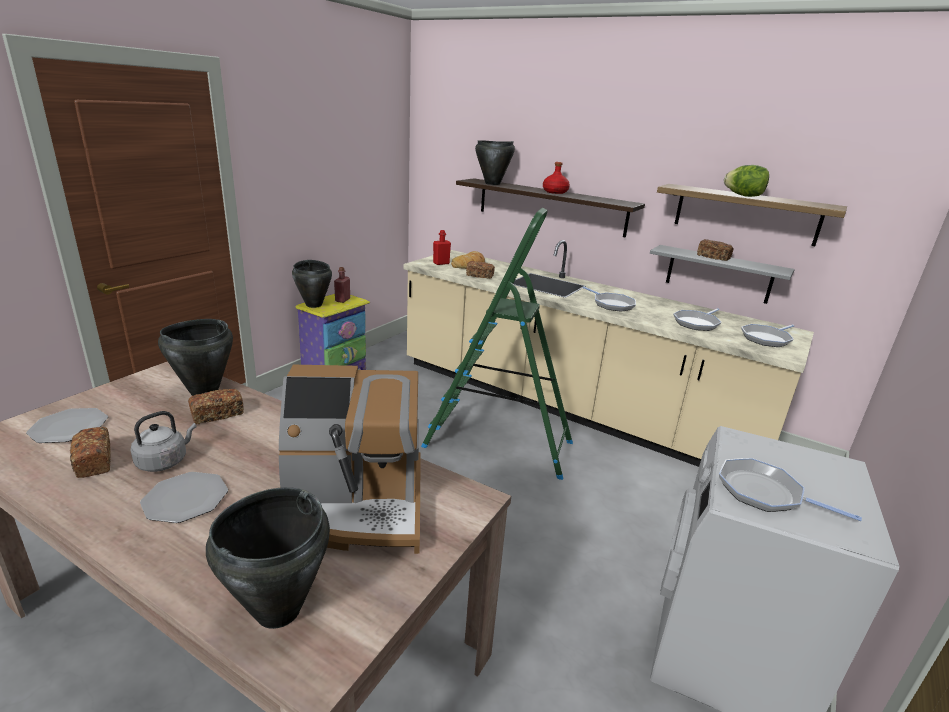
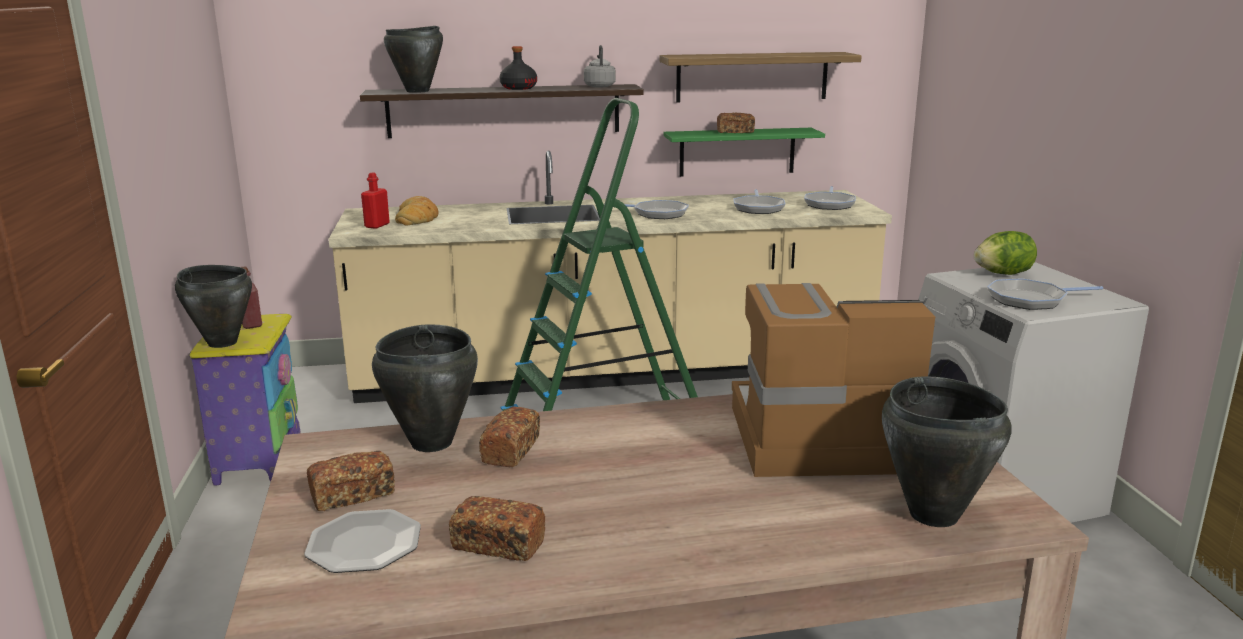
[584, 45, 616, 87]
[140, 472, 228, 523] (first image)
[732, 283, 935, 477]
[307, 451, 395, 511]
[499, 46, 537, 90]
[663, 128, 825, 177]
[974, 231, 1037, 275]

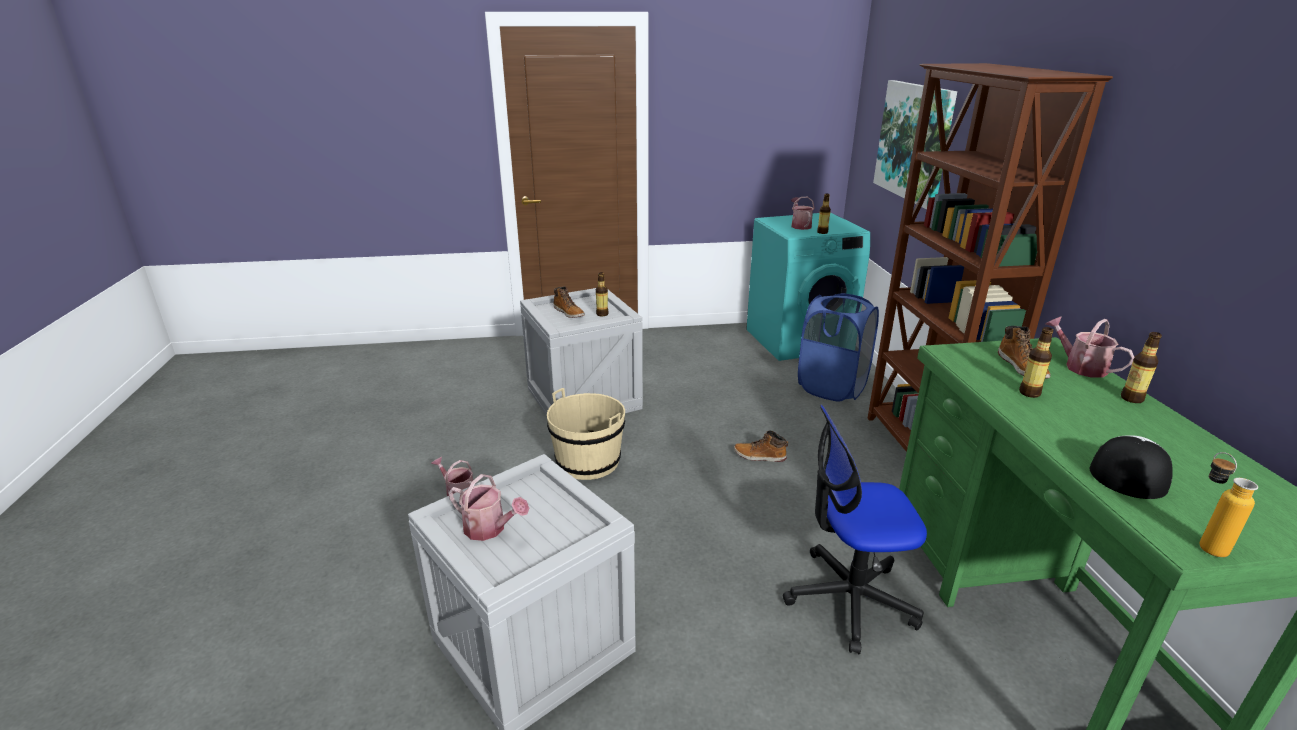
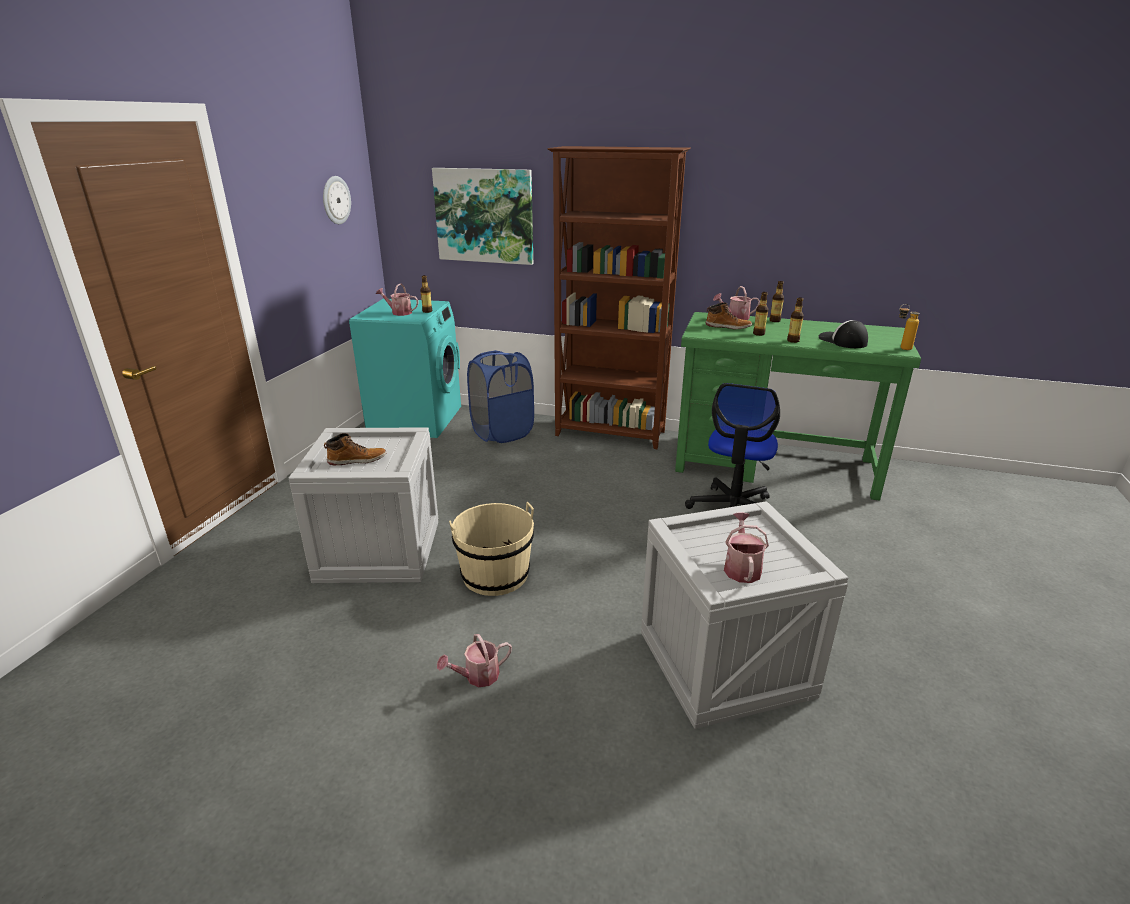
[724, 513, 769, 583]
[787, 297, 804, 343]
[734, 431, 788, 462] (first image)
[323, 176, 351, 224]

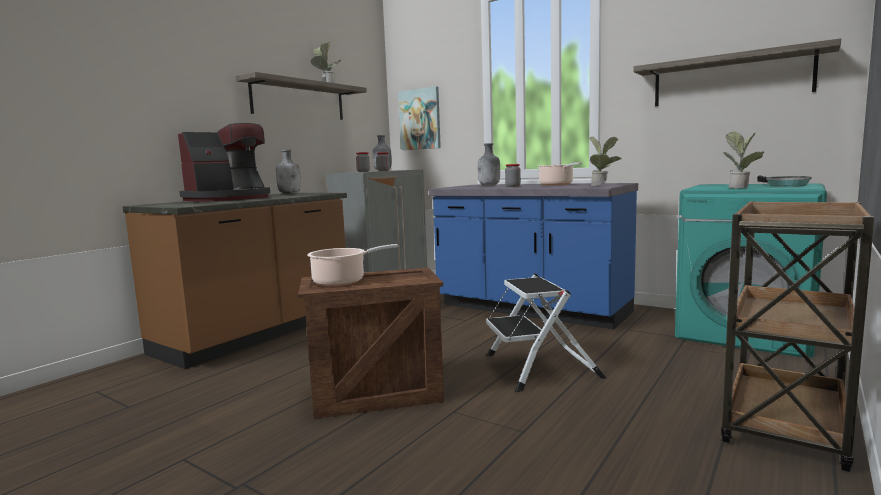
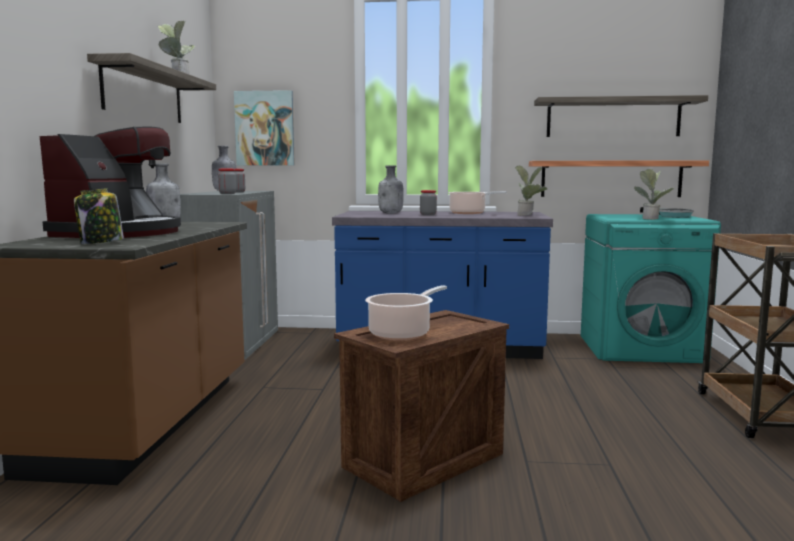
[486, 273, 606, 392] (first image)
[74, 188, 124, 244]
[529, 160, 709, 197]

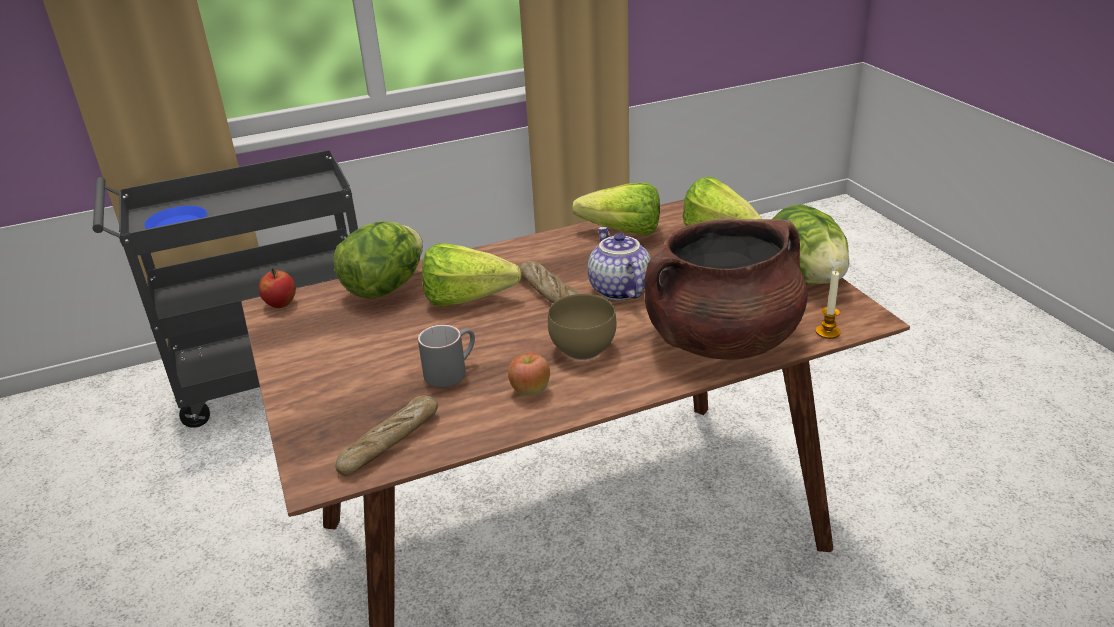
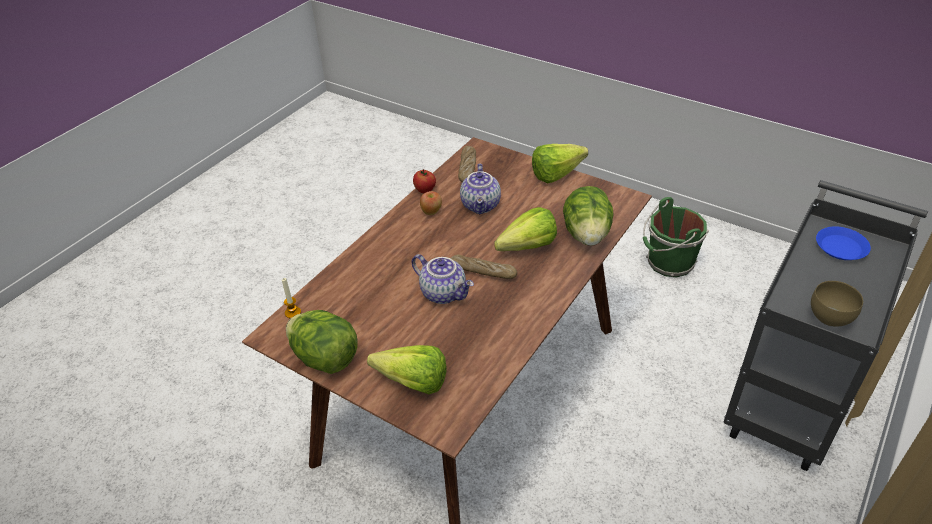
[413, 169, 436, 193]
[460, 164, 501, 214]
[811, 281, 863, 327]
[532, 144, 588, 183]
[644, 218, 808, 360] (first image)
[643, 197, 709, 277]

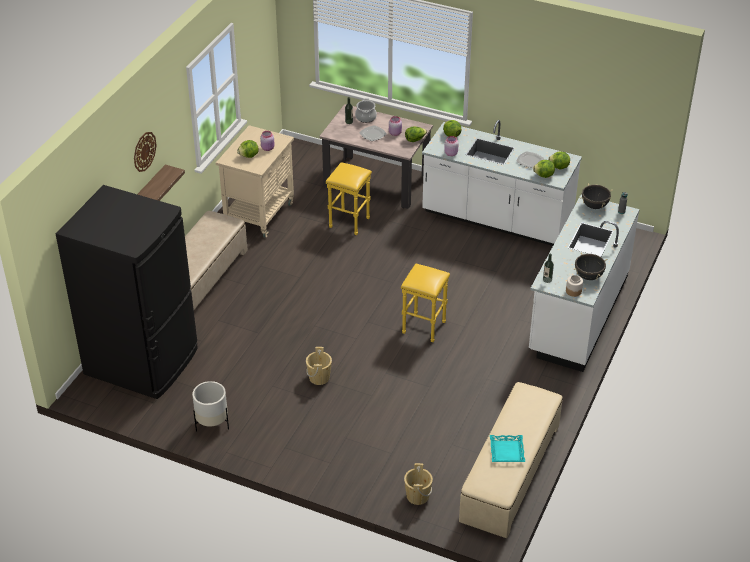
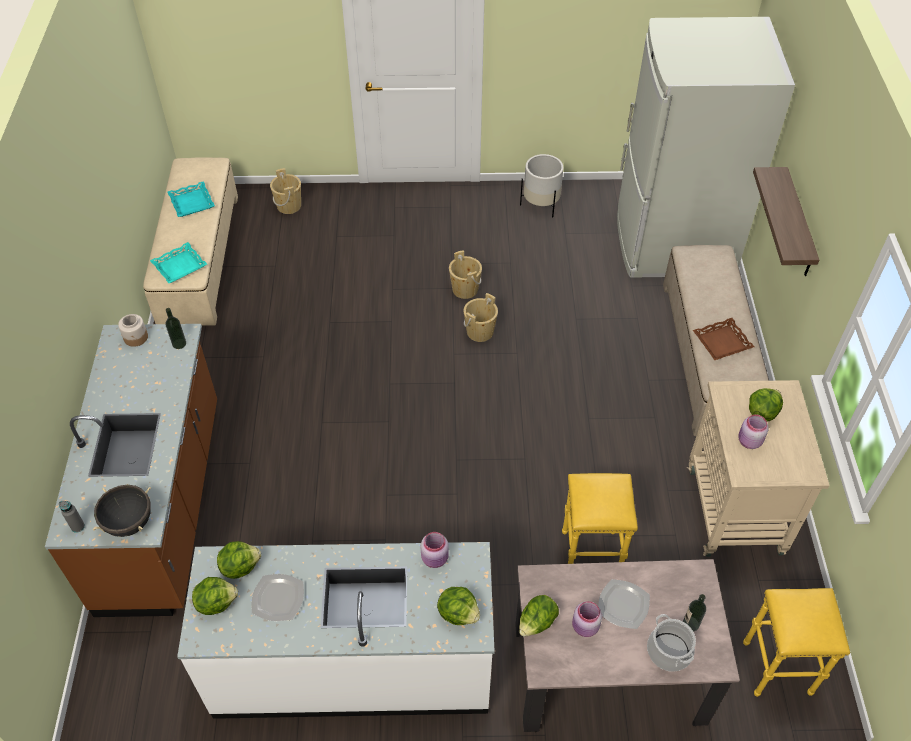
[617, 17, 795, 278]
[134, 132, 157, 172] (first image)
[743, 588, 850, 697]
[45, 324, 217, 617]
[574, 253, 607, 280] (first image)
[150, 242, 207, 283]
[464, 293, 498, 342]
[693, 318, 754, 360]

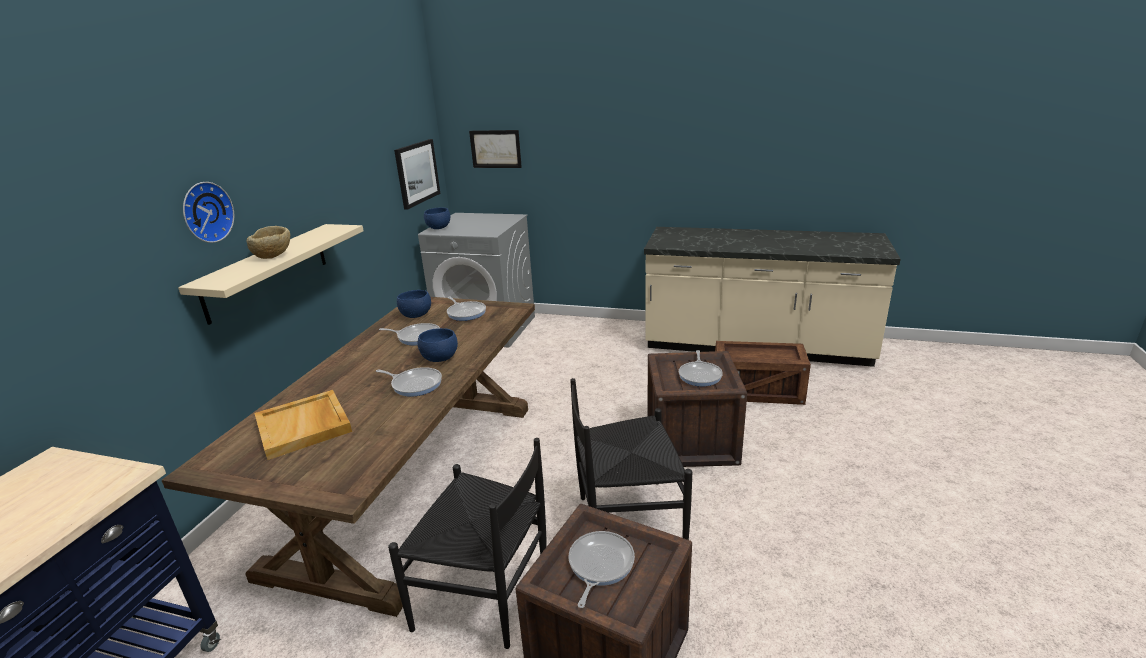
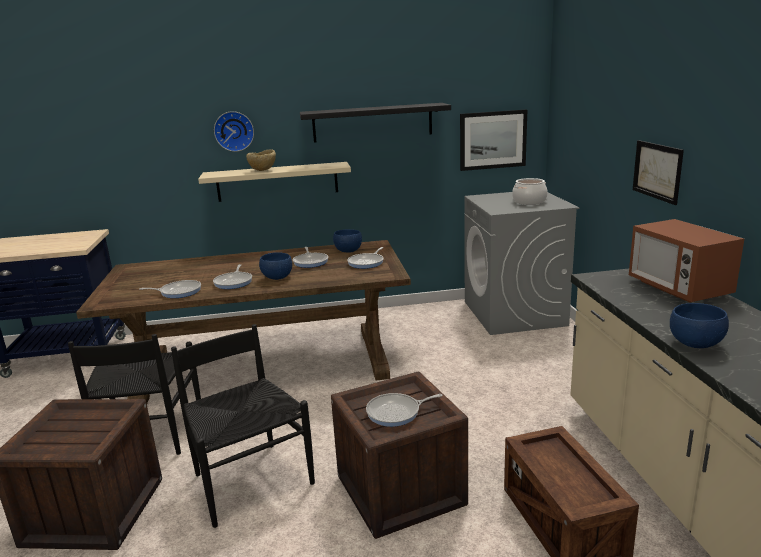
[255, 390, 352, 460] (first image)
[670, 303, 729, 348]
[633, 140, 684, 205]
[139, 280, 201, 298]
[300, 103, 451, 143]
[512, 178, 548, 205]
[629, 219, 744, 302]

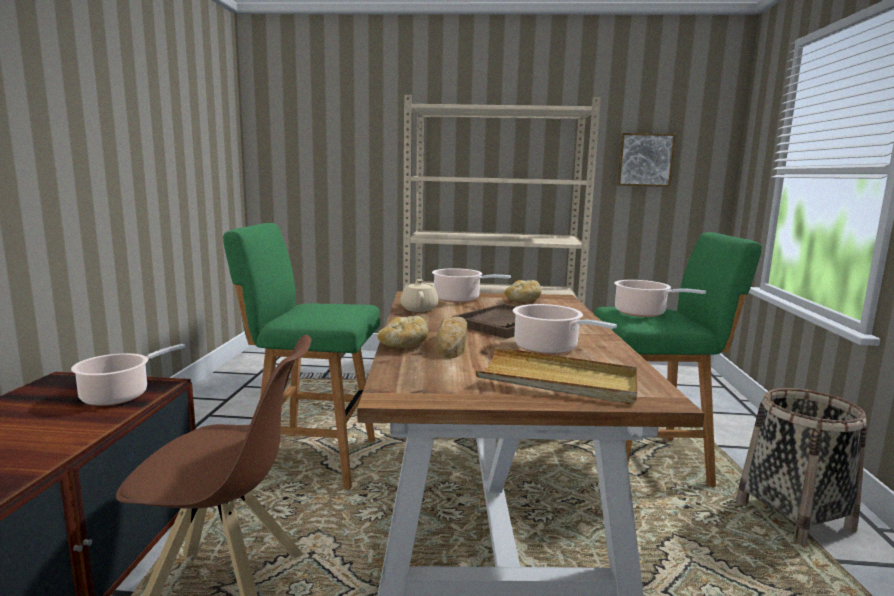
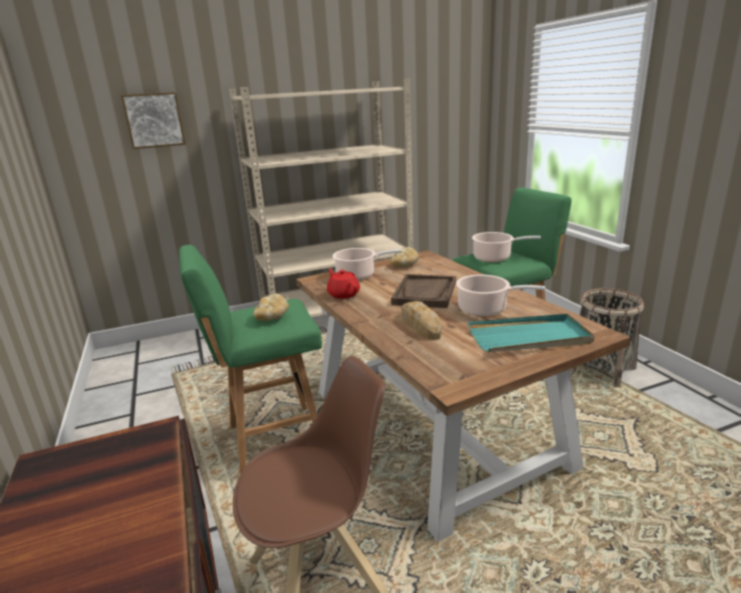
[71, 344, 185, 406] (first image)
[253, 294, 289, 321]
[327, 269, 360, 299]
[468, 314, 595, 352]
[121, 92, 186, 149]

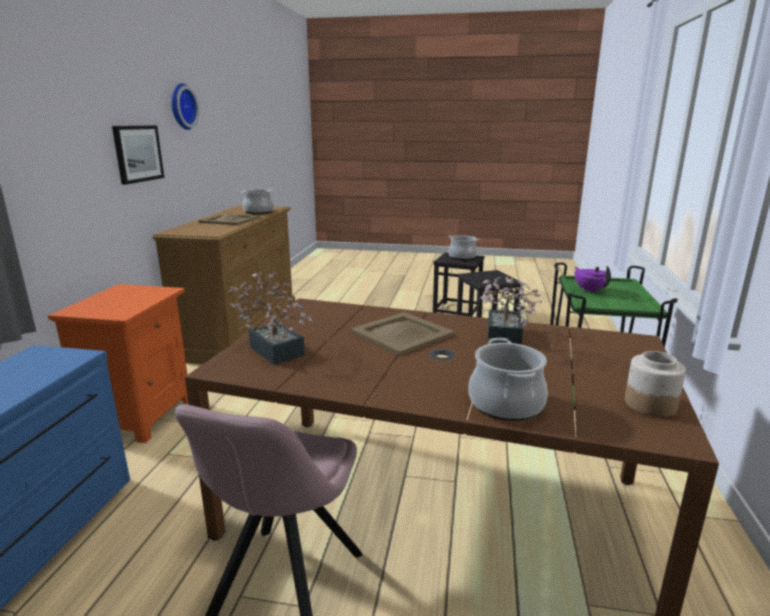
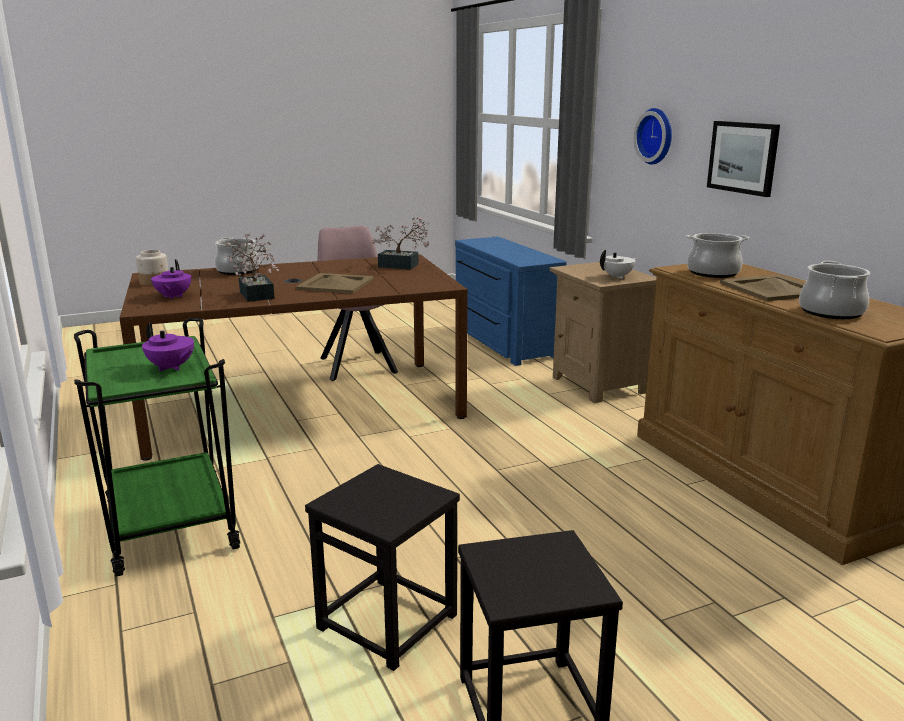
[549, 262, 657, 403]
[634, 108, 672, 165]
[686, 233, 749, 278]
[151, 259, 191, 299]
[600, 250, 638, 279]

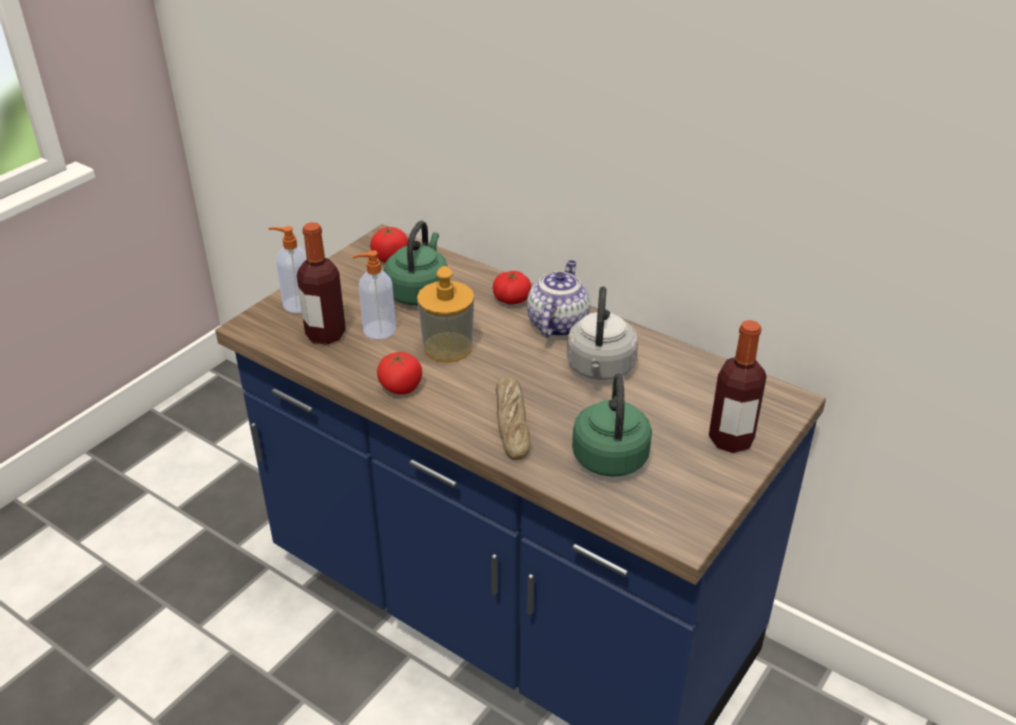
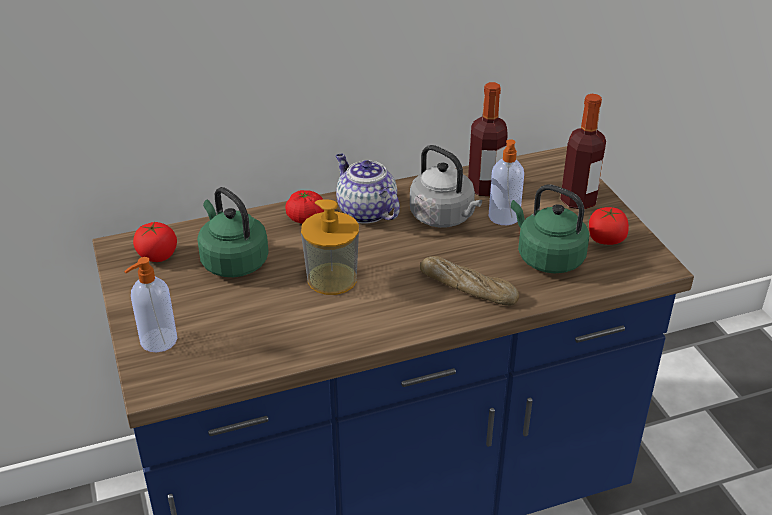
[468, 82, 508, 196]
[489, 139, 524, 225]
[589, 207, 629, 245]

